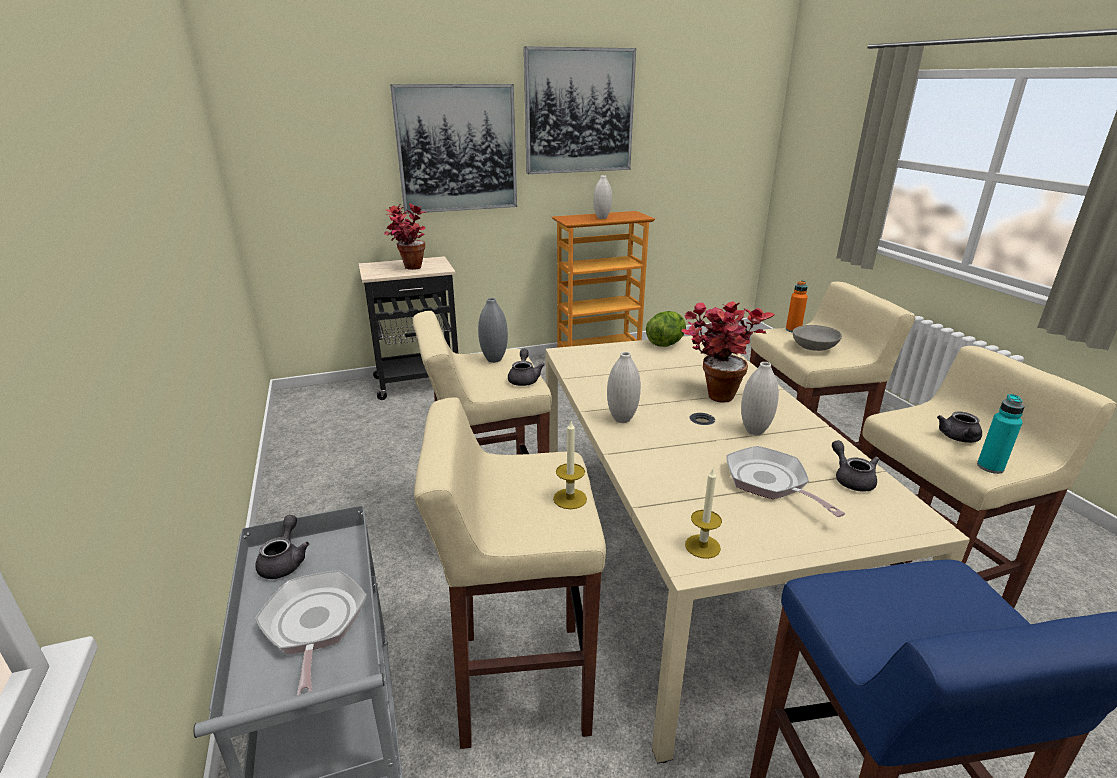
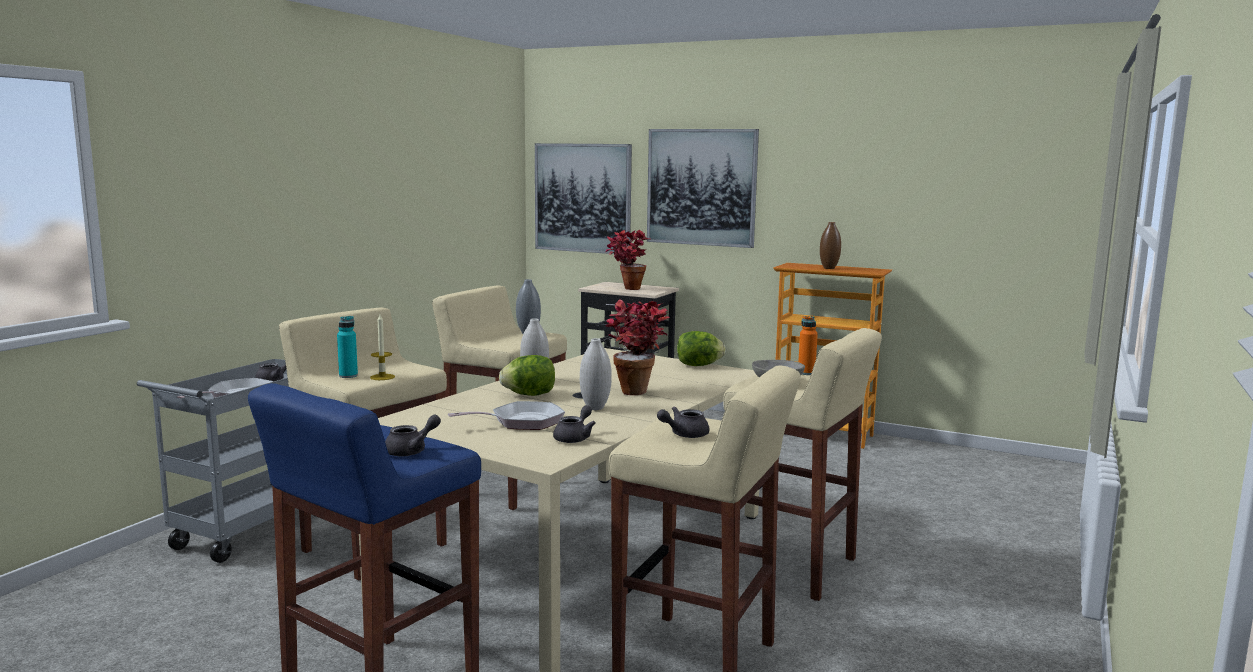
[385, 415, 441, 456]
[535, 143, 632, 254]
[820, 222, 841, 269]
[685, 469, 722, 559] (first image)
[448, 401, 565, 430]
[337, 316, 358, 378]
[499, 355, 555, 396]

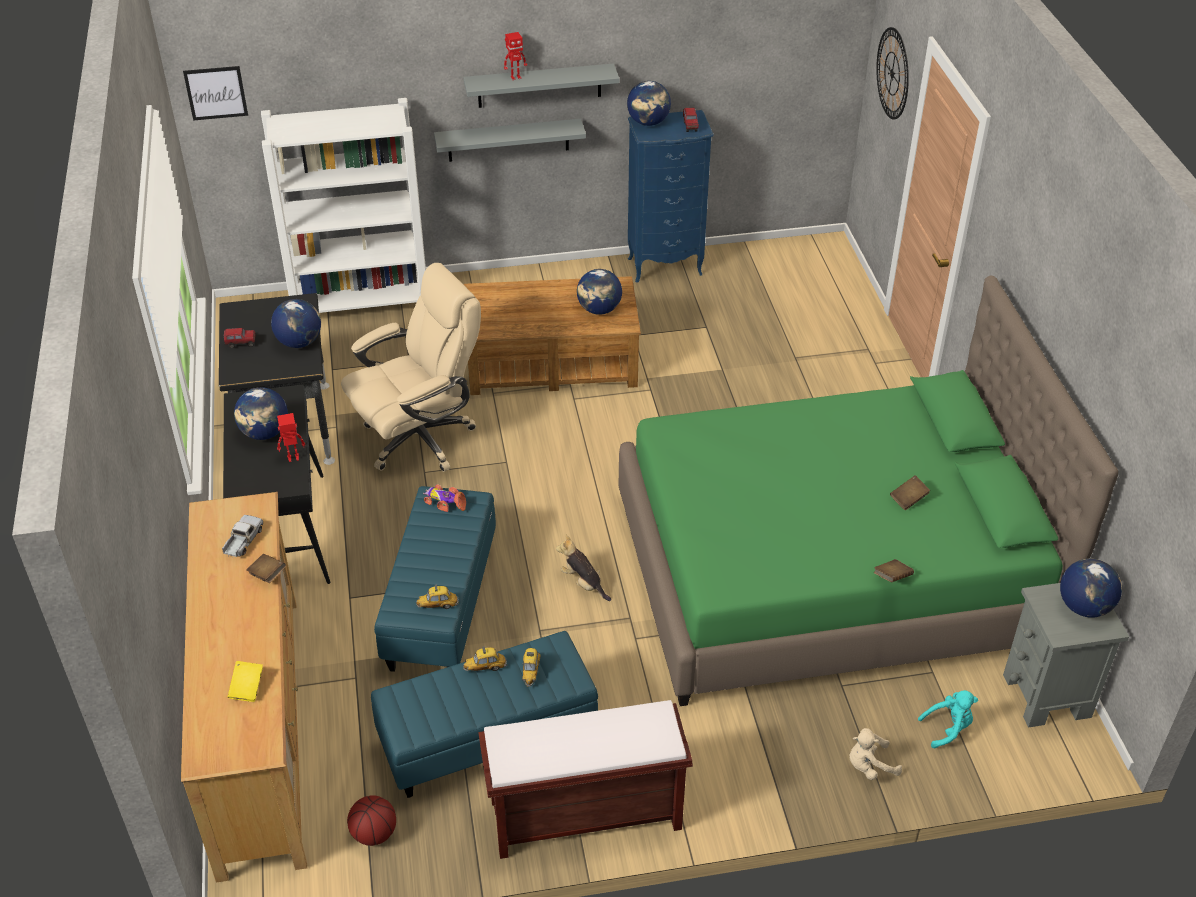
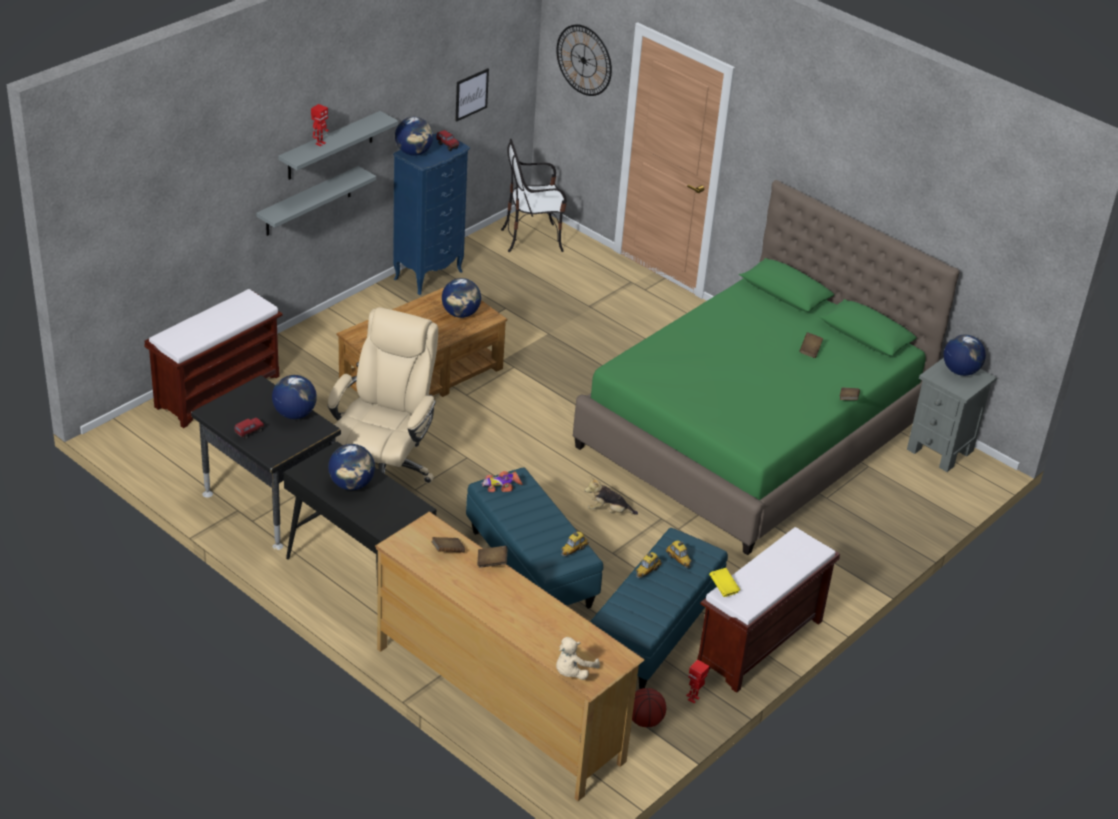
[455, 68, 489, 122]
[431, 537, 465, 552]
[709, 568, 740, 597]
[144, 289, 283, 428]
[686, 660, 709, 704]
[556, 637, 600, 680]
[918, 690, 978, 748] (first image)
[501, 139, 567, 252]

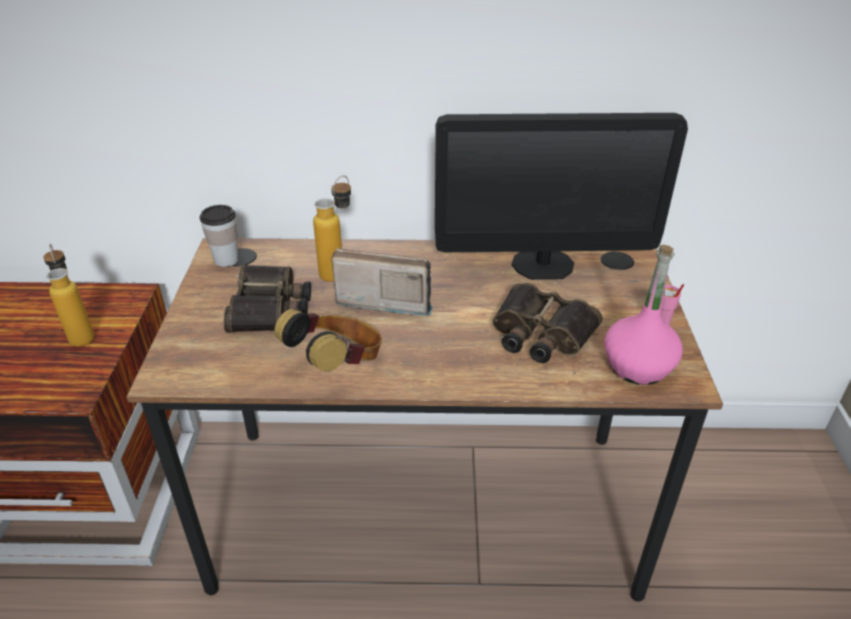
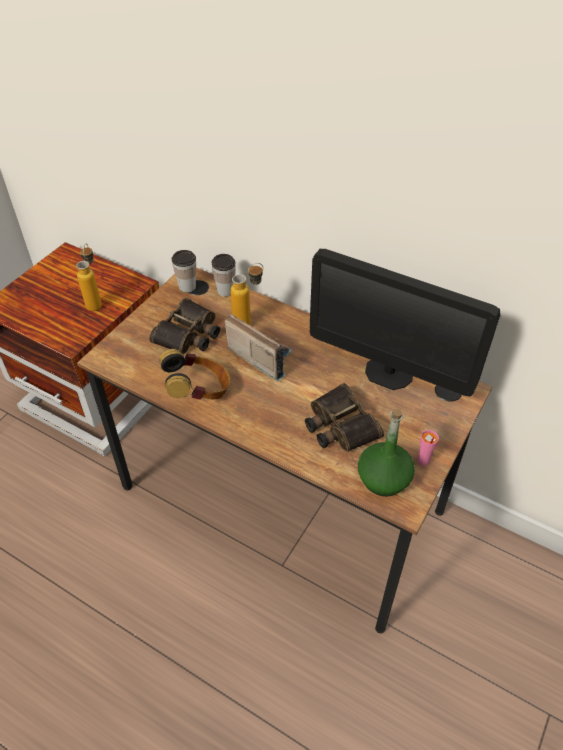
[358, 409, 415, 496]
[212, 254, 236, 297]

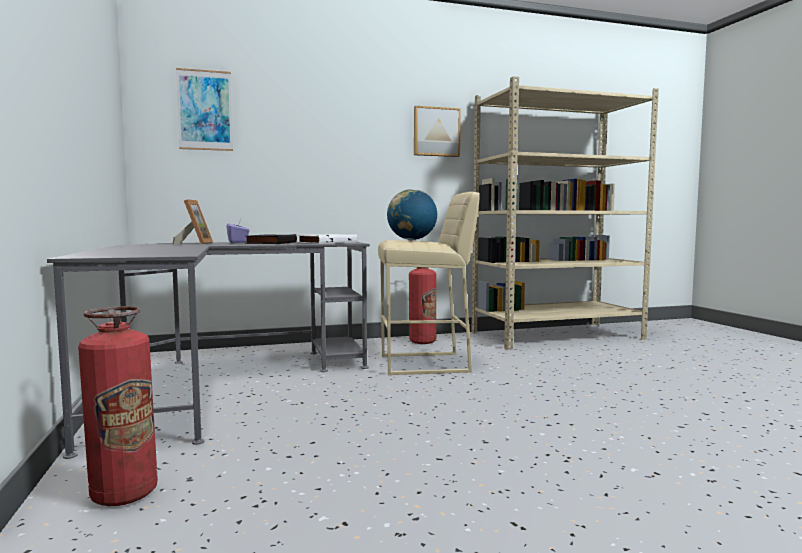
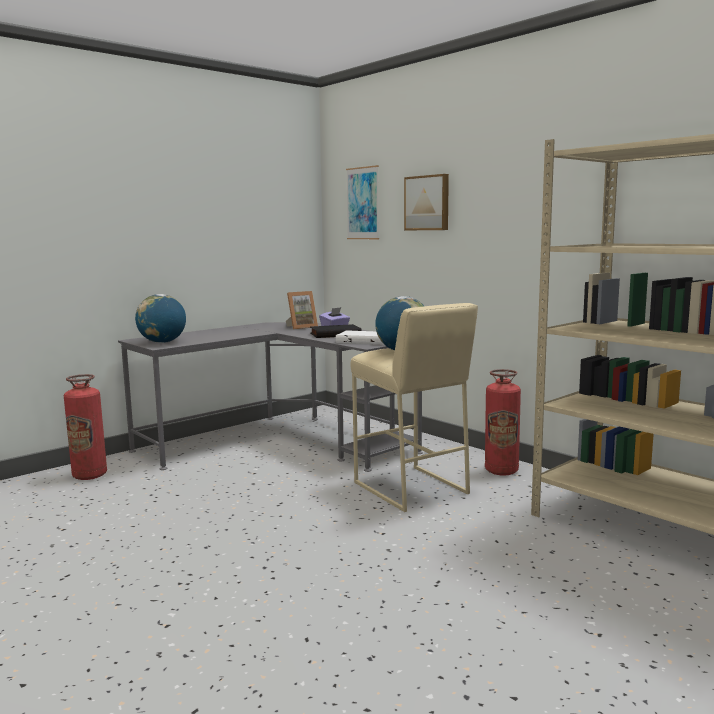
[404, 174, 449, 230]
[135, 294, 186, 343]

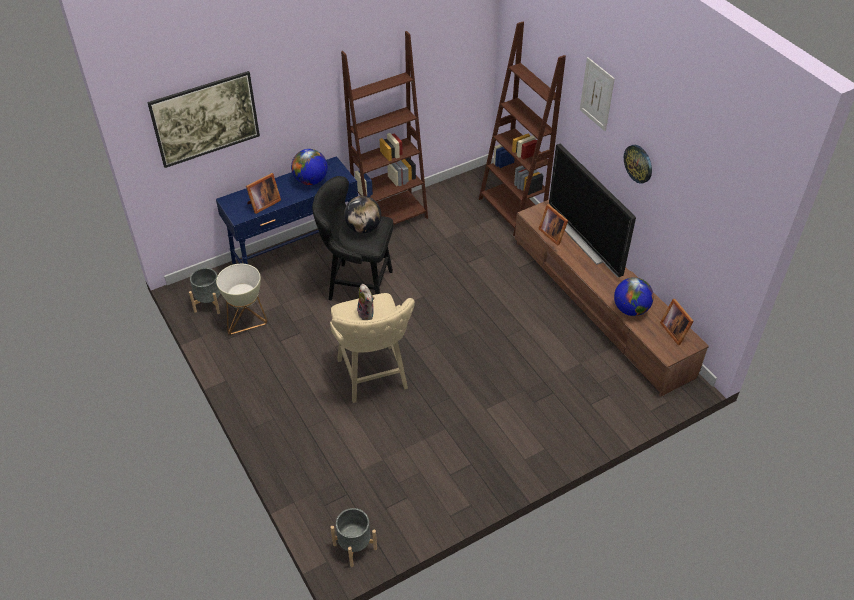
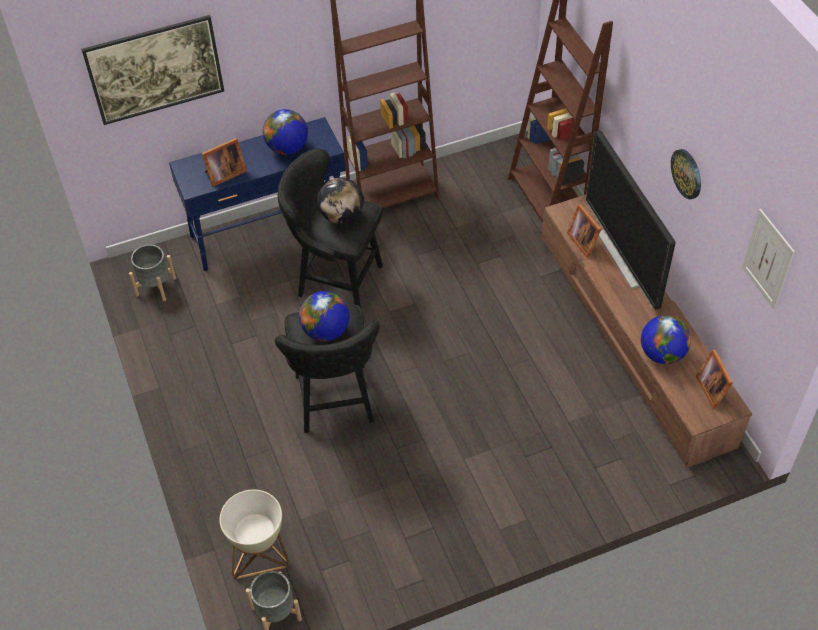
[219, 489, 289, 579]
[275, 305, 380, 433]
[299, 291, 349, 341]
[742, 209, 795, 309]

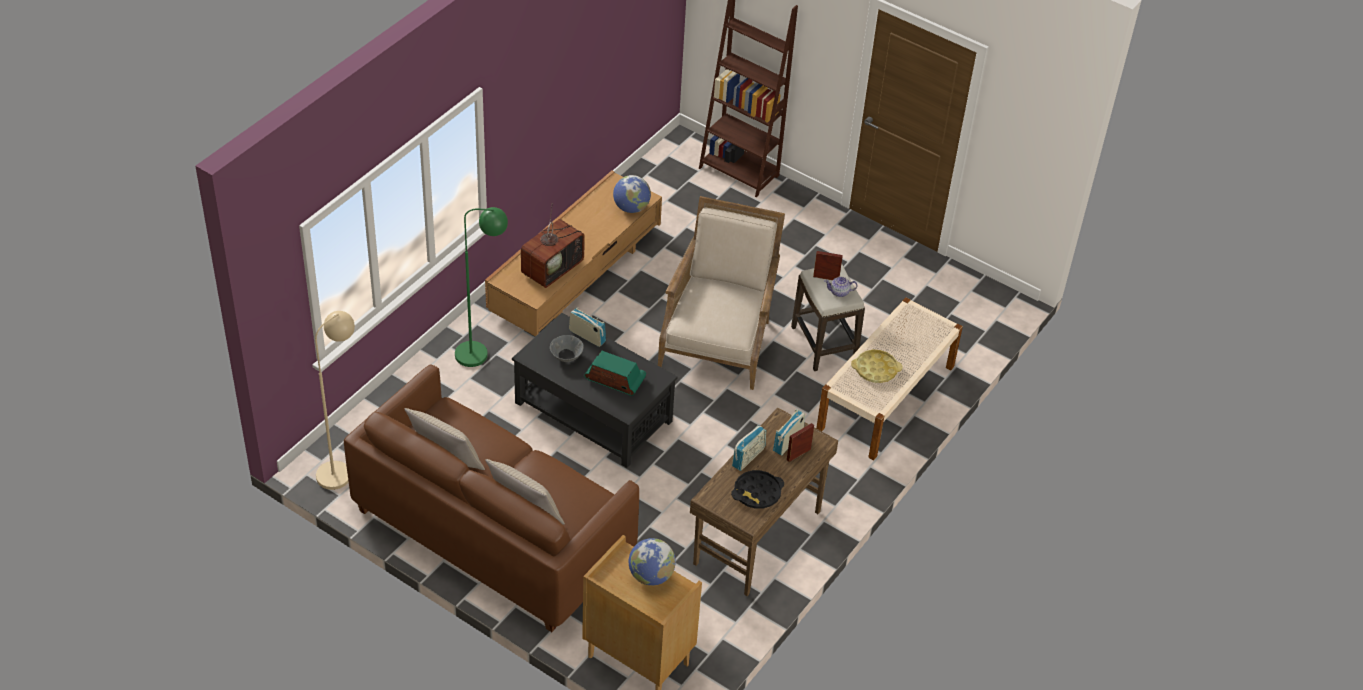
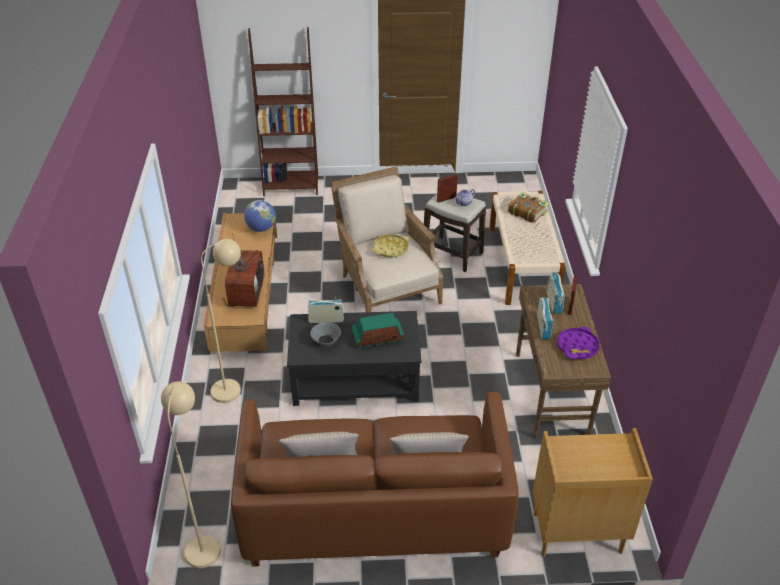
[201, 239, 241, 403]
[629, 538, 676, 586] (first image)
[557, 327, 600, 359]
[373, 234, 409, 257]
[508, 192, 549, 223]

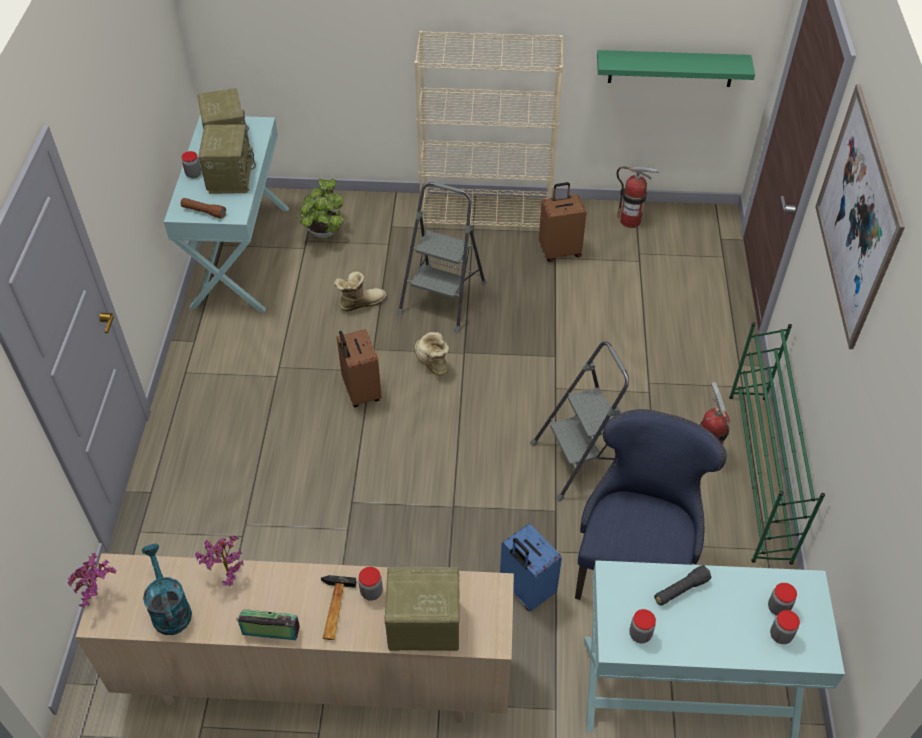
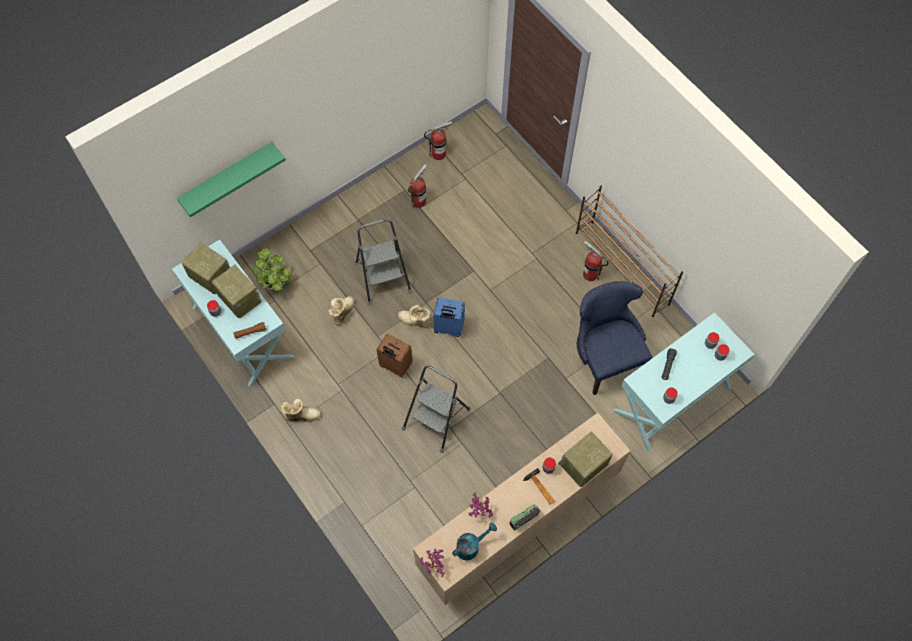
[452, 523, 497, 560]
[415, 31, 563, 227] (first image)
[433, 297, 465, 337]
[401, 366, 471, 453]
[408, 164, 427, 208]
[177, 142, 286, 217]
[576, 186, 683, 317]
[815, 84, 905, 349] (first image)
[280, 399, 321, 422]

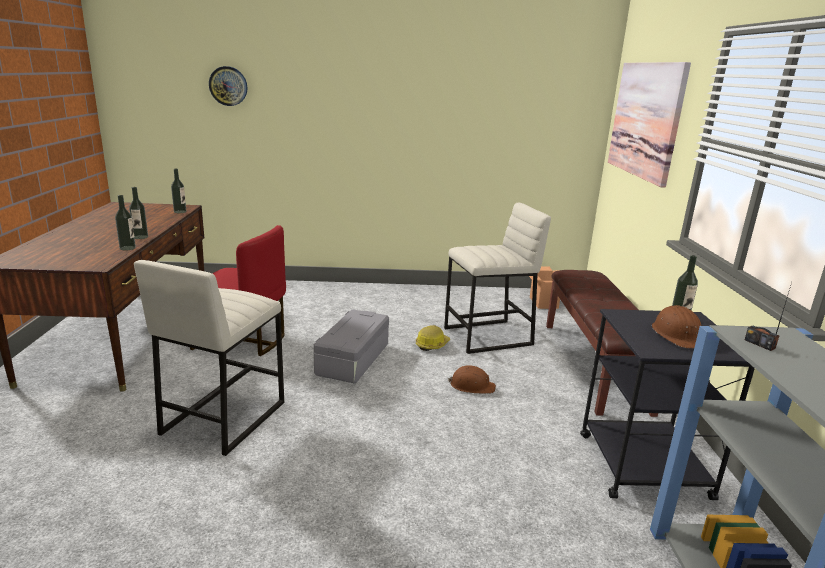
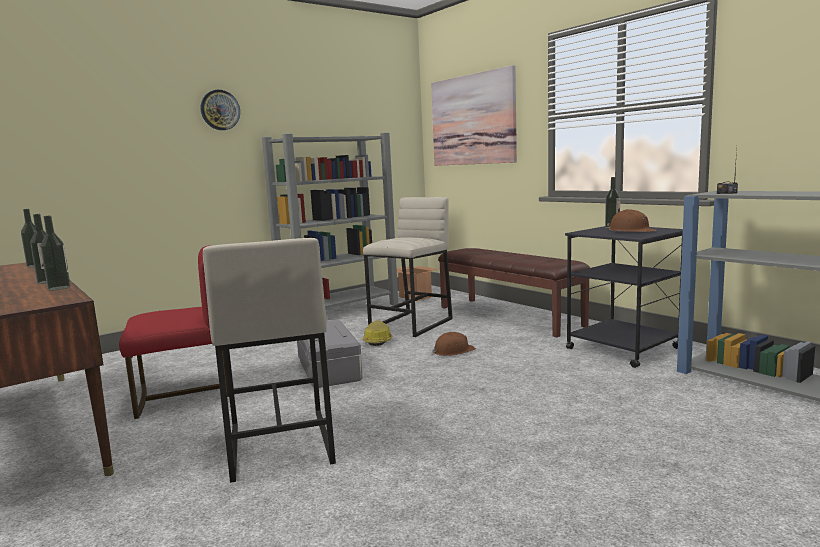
[201, 90, 240, 130]
[262, 132, 398, 308]

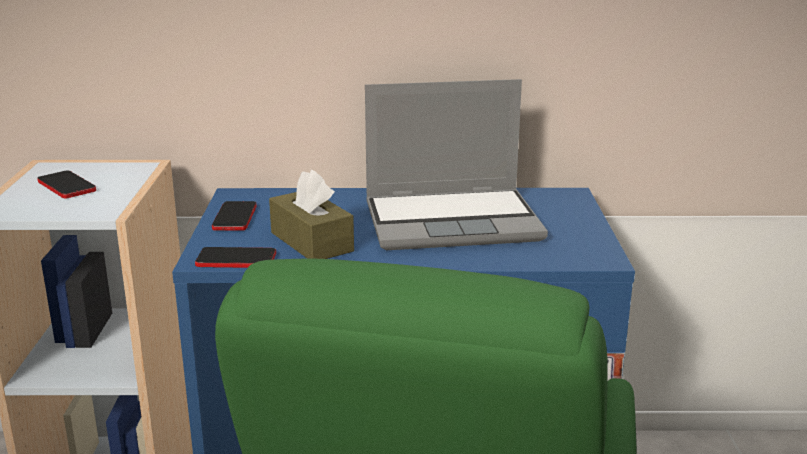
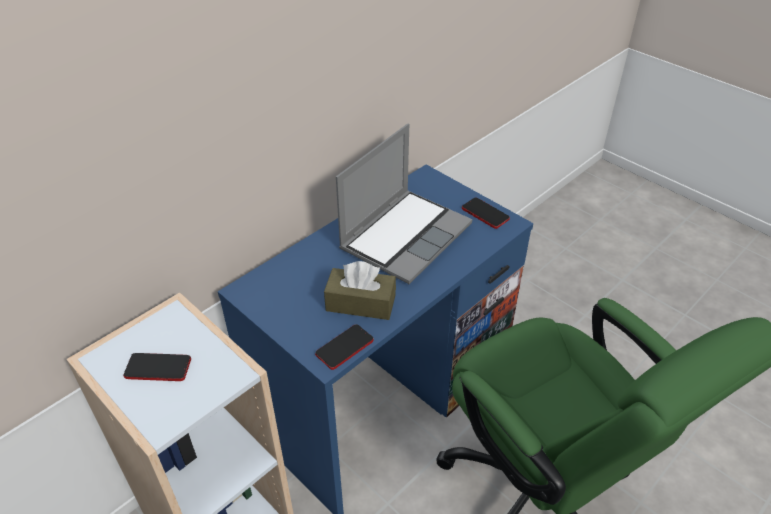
[462, 197, 510, 229]

